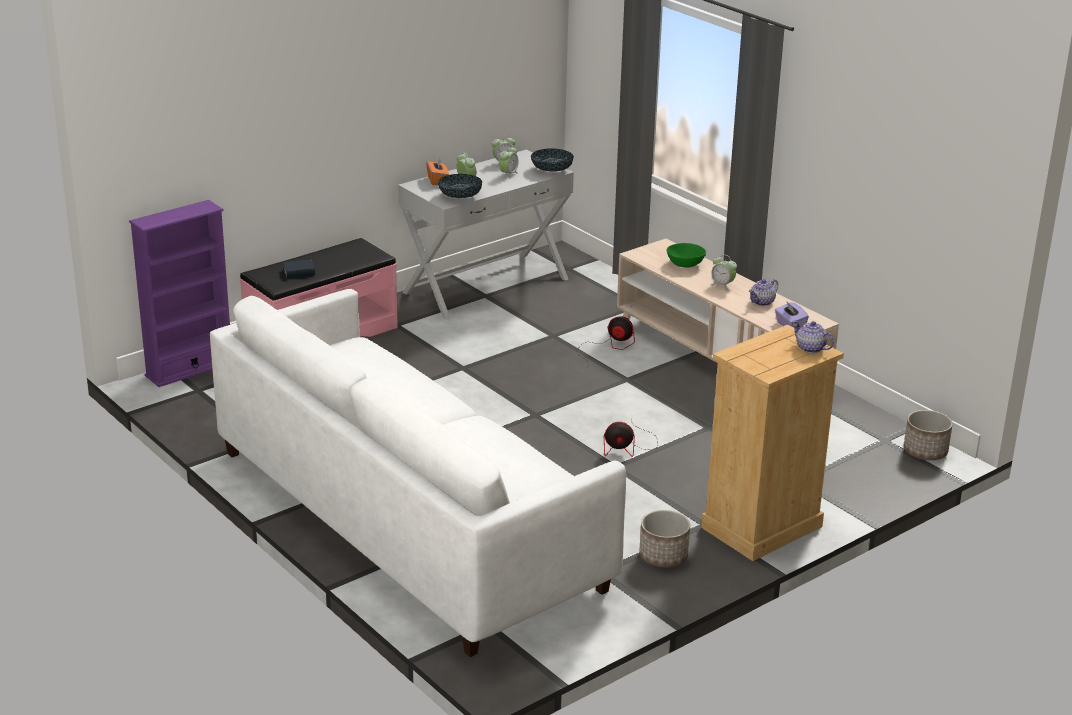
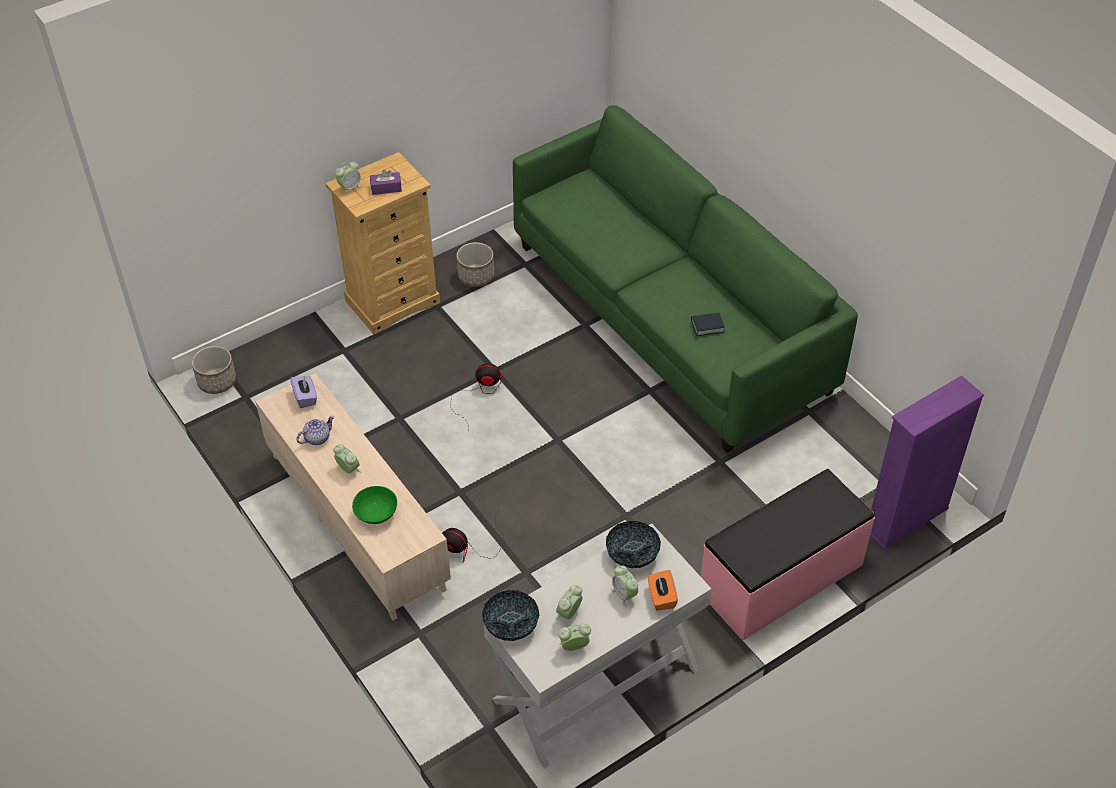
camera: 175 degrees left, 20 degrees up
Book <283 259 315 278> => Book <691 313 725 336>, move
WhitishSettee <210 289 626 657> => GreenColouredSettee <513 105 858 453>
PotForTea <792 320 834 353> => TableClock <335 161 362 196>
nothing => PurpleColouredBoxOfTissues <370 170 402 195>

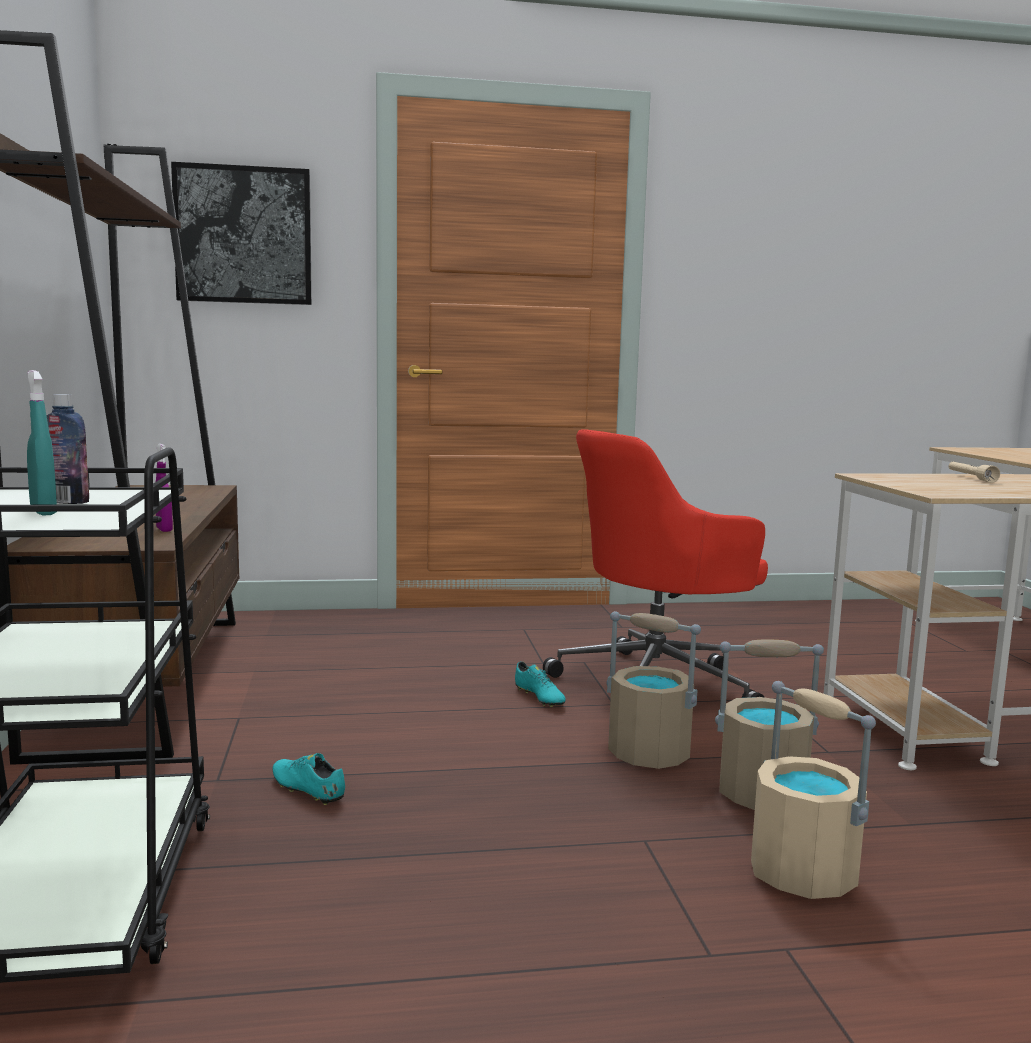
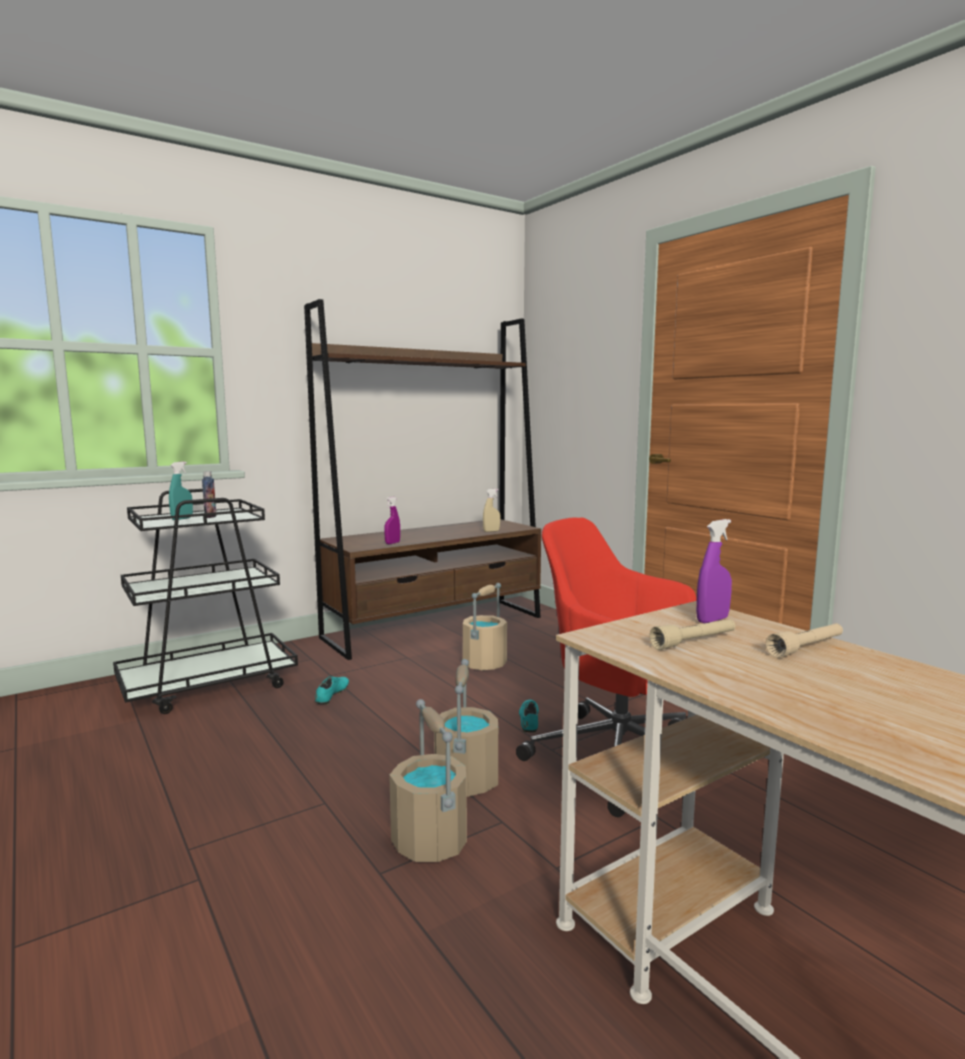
camera: 65 degrees right, 0 degrees up
WallPicture <171 162 312 305> => nothing
TurquoiseLowShoe <515 661 566 707> => TurquoiseLowShoe <519 700 539 733>, 150 degrees clockwise
BeigePail <751 681 876 899> => BeigePail <463 583 507 670>, move
nothing => BeigeSprayBottle <483 489 501 532>
nothing => PurpleColouredSprayBottle <696 519 732 623>
nothing => BeigeTorch <650 619 735 650>

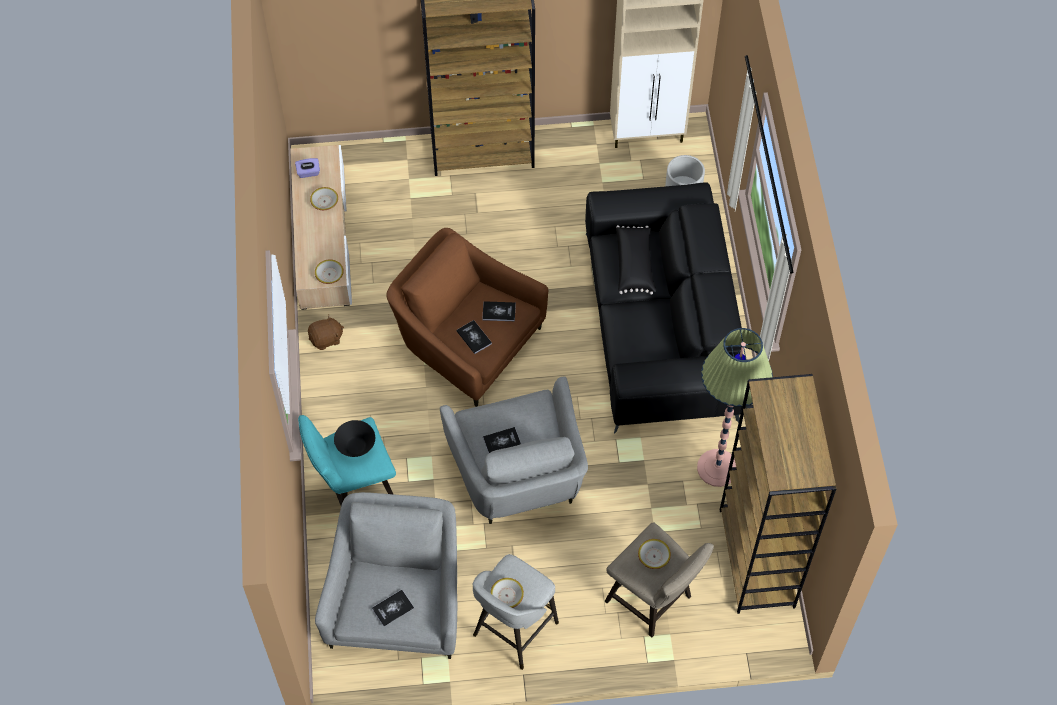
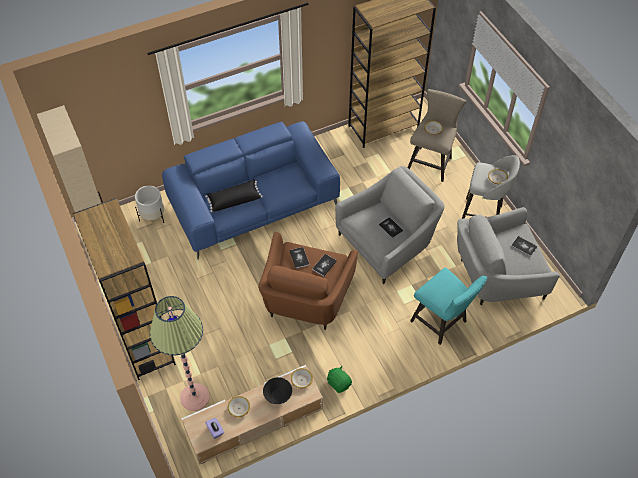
camera: 110 degrees left, 5 degrees down
BlackColouredSettee <585 182 742 434> => BlueSettee <162 121 340 259>
BrownishCuddlyToy <308 315 344 350> => GreenColouredCuddlyToy <327 366 352 393>
FloorLamp <697 328 773 487> => FloorLamp <150 296 210 411>, move
BlackColouredBowl <334 420 375 457> => BlackColouredBowl <263 377 292 404>, move

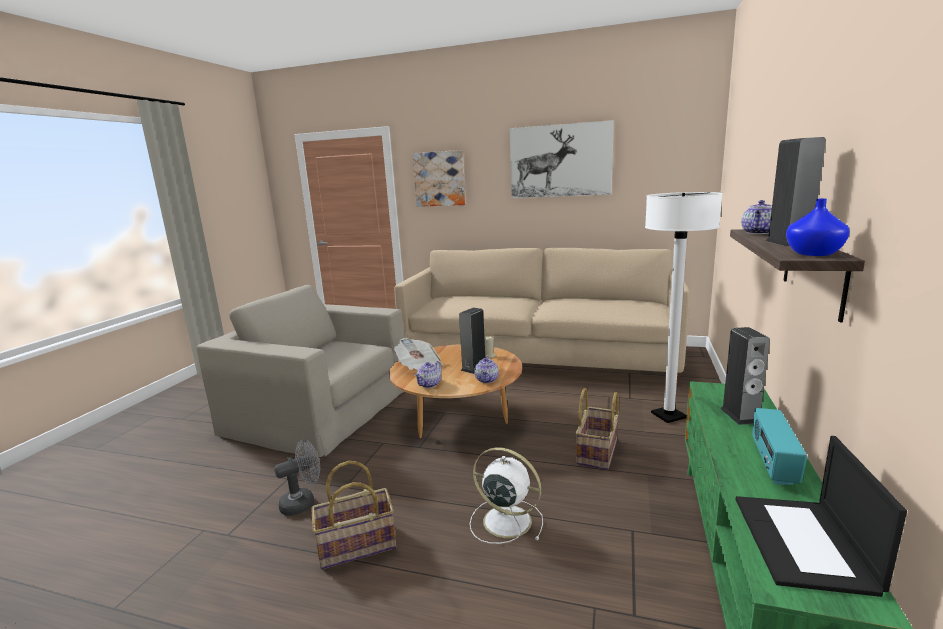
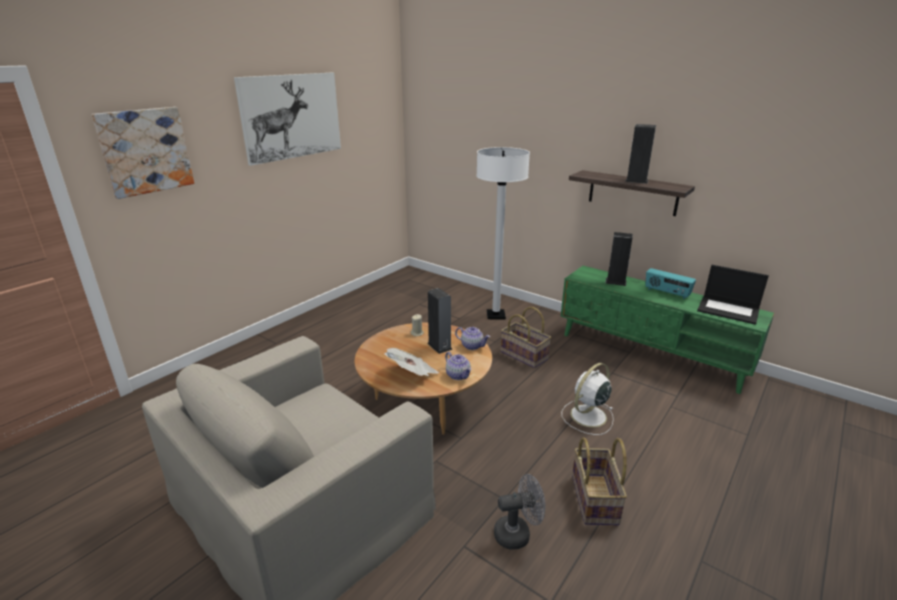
camera: 70 degrees left, 10 degrees up
BlueDecorativeVase <786 199 850 256> => nothing
PotForTea <741 200 772 234> => nothing
BeigeSettee <395 248 689 386> => nothing
GrayCoolingFan <274 440 320 516> => GrayCoolingFan <494 474 545 550>, 90 degrees clockwise

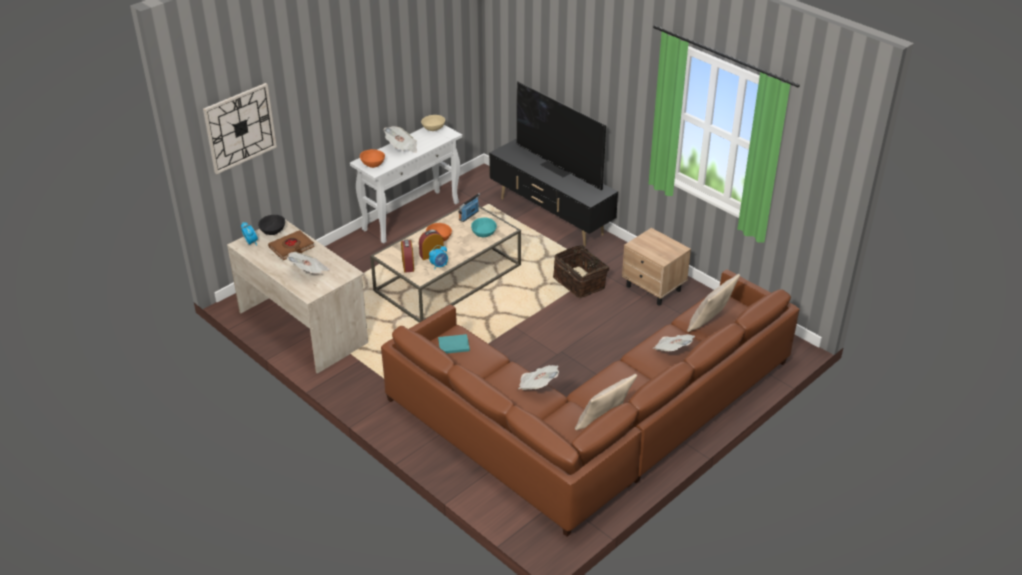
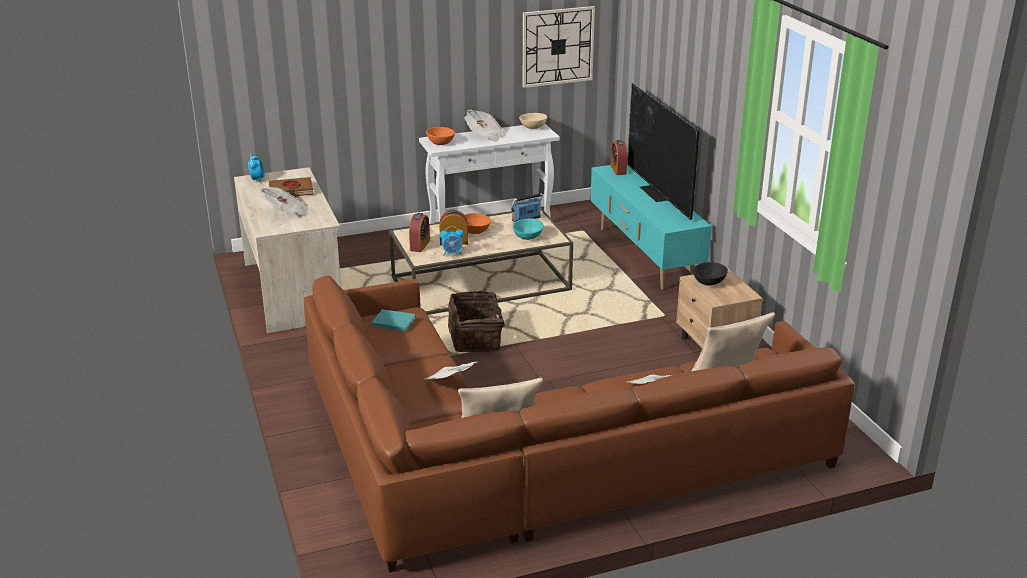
camera: 25 degrees right, 10 degrees down
ClockOnTheWall <203 83 277 174> => ClockOnTheWall <523 6 595 88>, move
BlackColouredMediaConsole <489 139 618 247> => TurquoiseMediaConsole <591 165 712 290>
BlackColouredBowl <258 215 285 235> => BlackColouredBowl <693 262 728 286>, move
HouseholdBasket <553 245 609 298> => HouseholdBasket <448 291 509 352>, move
nothing => TableClock <611 140 628 175>

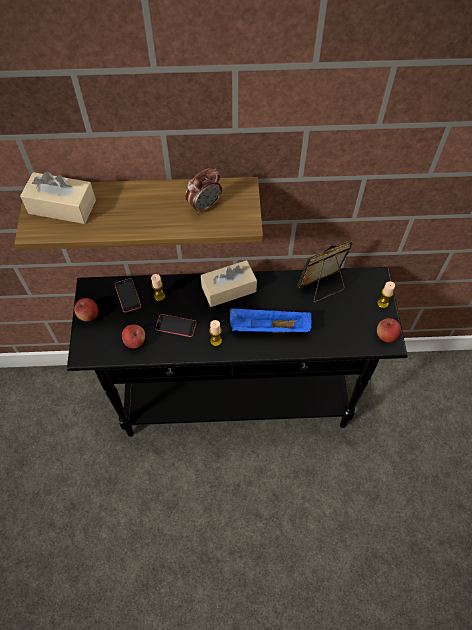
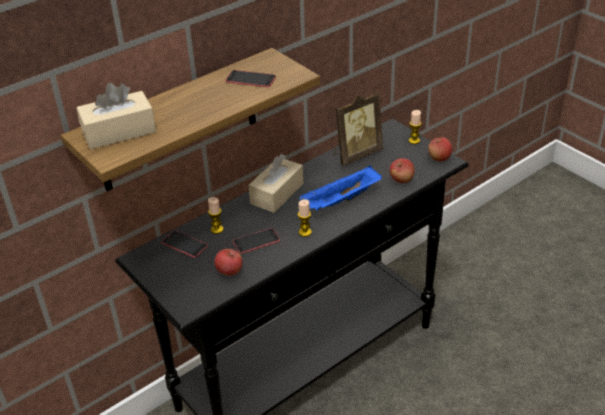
camera: 35 degrees left, 20 degrees down
TableClock <185 168 222 215> => Telephone <225 70 276 87>
PictureFrame <297 240 353 302> => PictureFrame <334 93 383 166>, 150 degrees counterclockwise
AppleFruit <74 298 98 322> => AppleFruit <389 158 415 183>, move

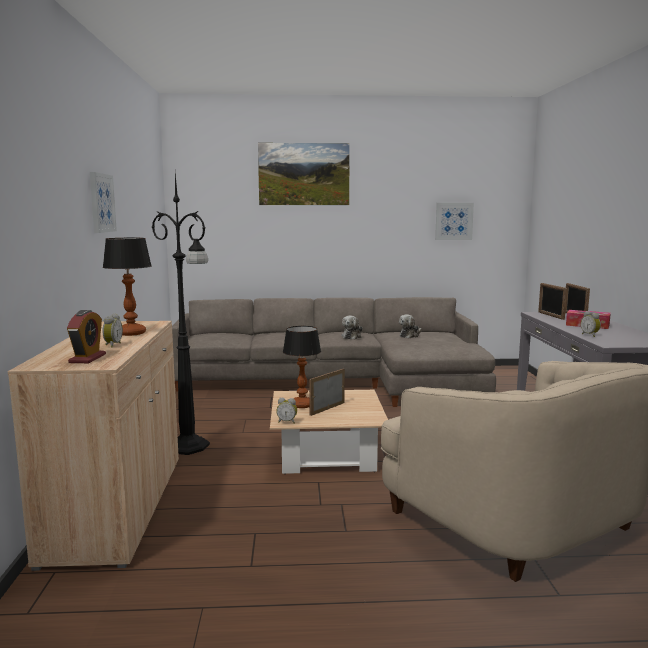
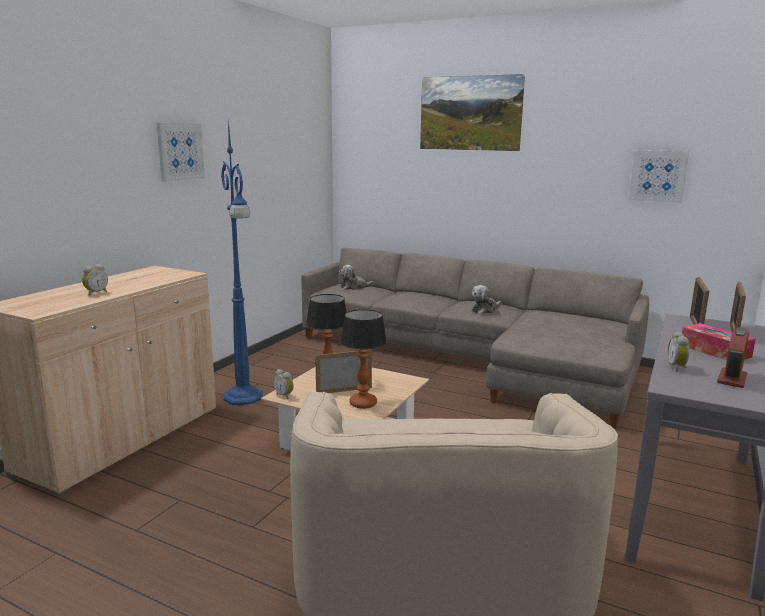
camera: 30 degrees right, 5 degrees up
BlackColouredFloorLamp <152 173 210 455> => BlueFloorLamp <221 120 263 405>
TableLamp <103 238 152 336> => TableLamp <340 309 387 409>, move
TableClock <67 310 106 363> => TableClock <717 327 749 388>, move
CuddlyToy <399 314 422 338> => CuddlyToy <339 265 374 290>, move

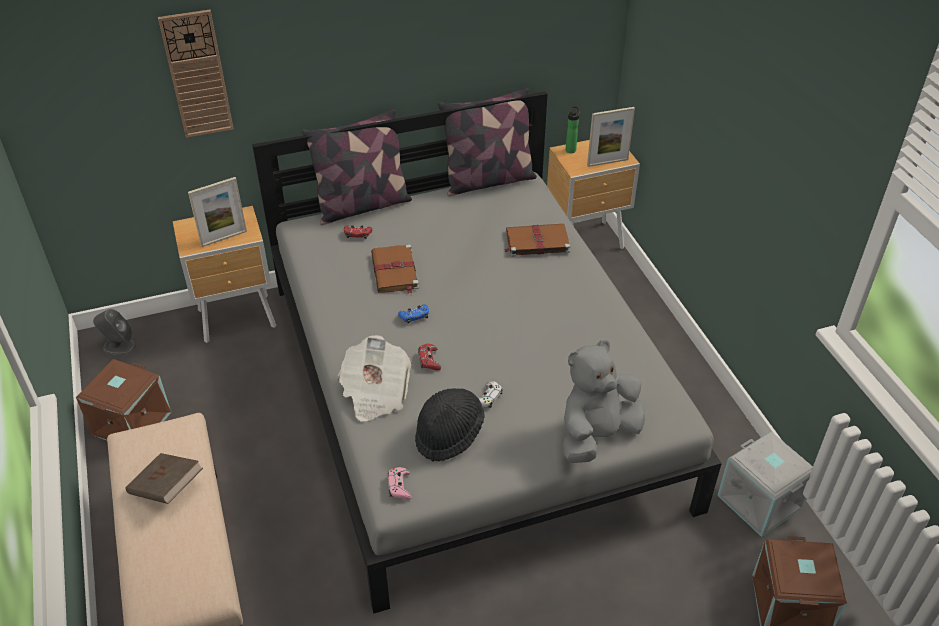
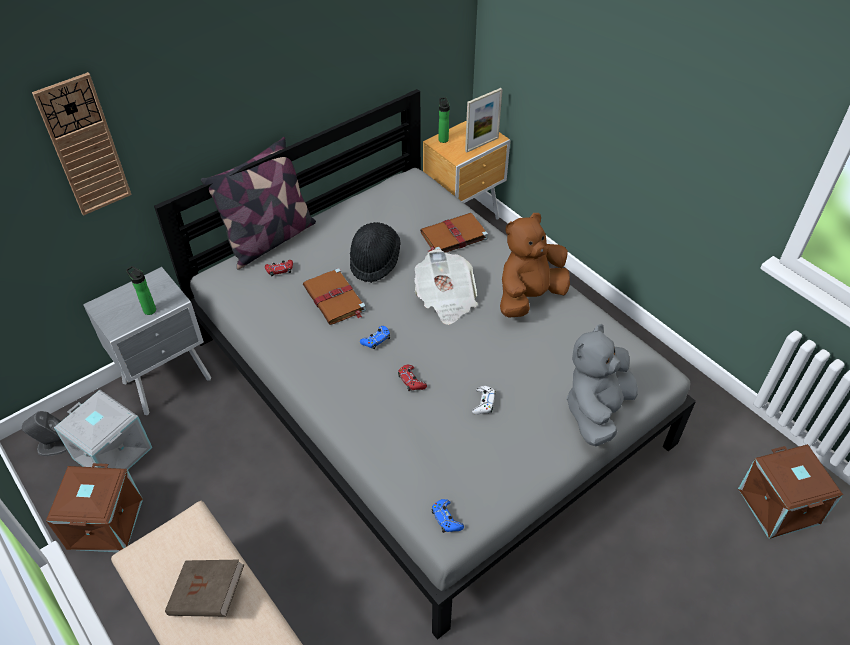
camera: 20 degrees left, 5 degrees up
Pillow <438 88 537 196> => nothing
PictureFrame <188 177 247 247> => BeverageBottle <126 266 156 315>
BrownishNightTable <173 206 276 343> => GrayNightTable <83 267 211 415>
Newspaper <338 335 411 422> => Newspaper <414 249 478 325>, move
BlackColouredHat <415 388 485 462> => BlackColouredHat <350 222 401 283>, move
GrayStorageBin <717 431 813 537> => GrayStorageBin <54 390 152 470>, move
PinkColouredGamepad <388 467 412 500> => BlueGamepad <432 499 464 533>
nothing => BrownishCuddlyToy <500 213 570 318>

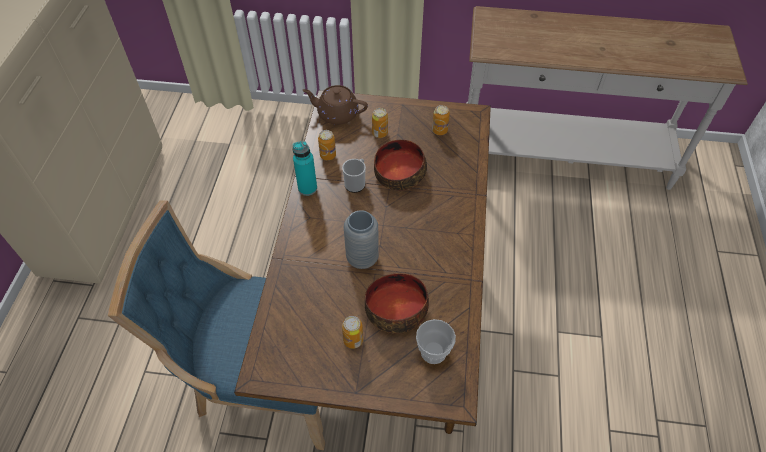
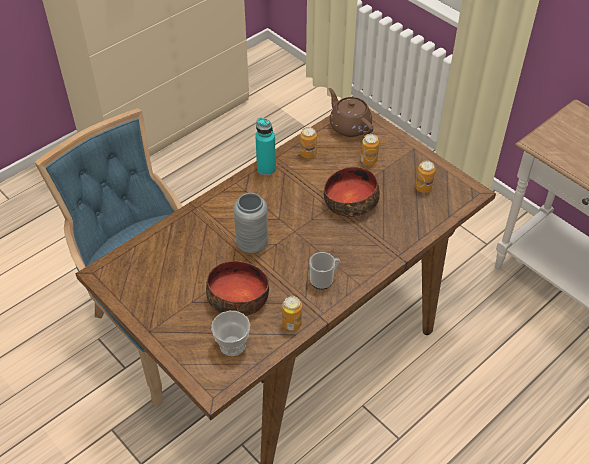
camera: 40 degrees right, 5 degrees down
TeaMug <342 159 366 193> => TeaMug <309 252 340 289>, move
Can <342 316 363 349> => Can <282 296 302 331>, move

